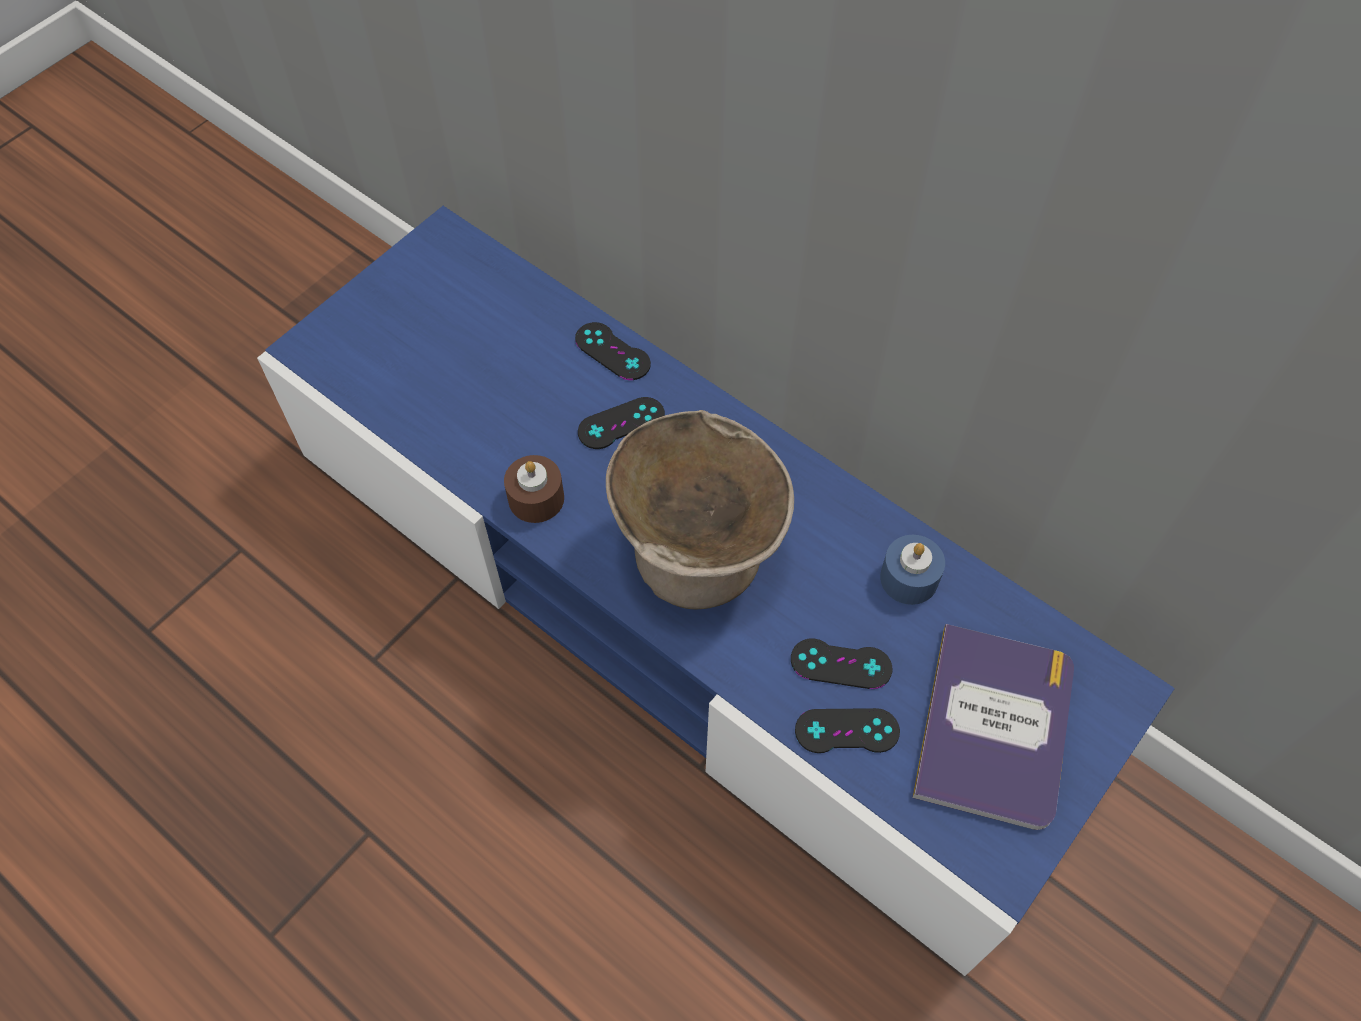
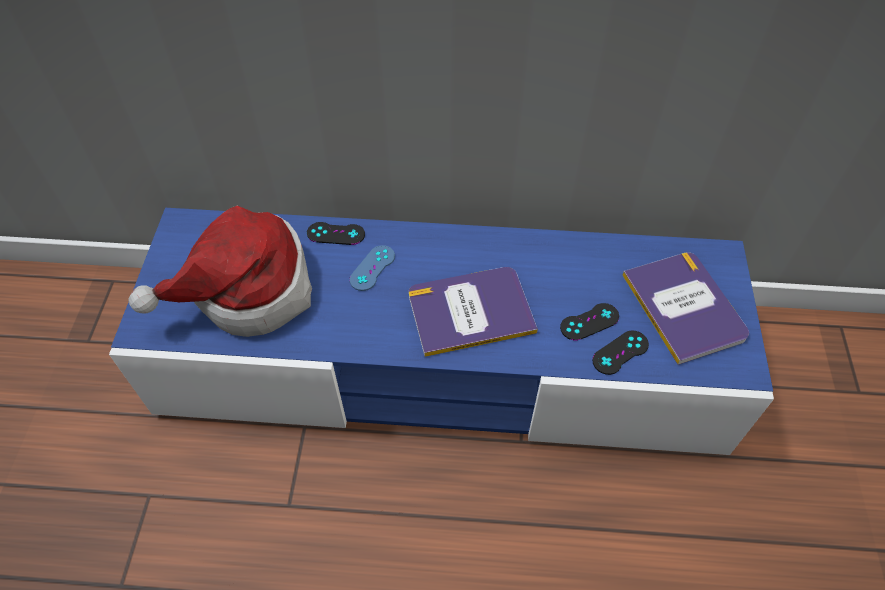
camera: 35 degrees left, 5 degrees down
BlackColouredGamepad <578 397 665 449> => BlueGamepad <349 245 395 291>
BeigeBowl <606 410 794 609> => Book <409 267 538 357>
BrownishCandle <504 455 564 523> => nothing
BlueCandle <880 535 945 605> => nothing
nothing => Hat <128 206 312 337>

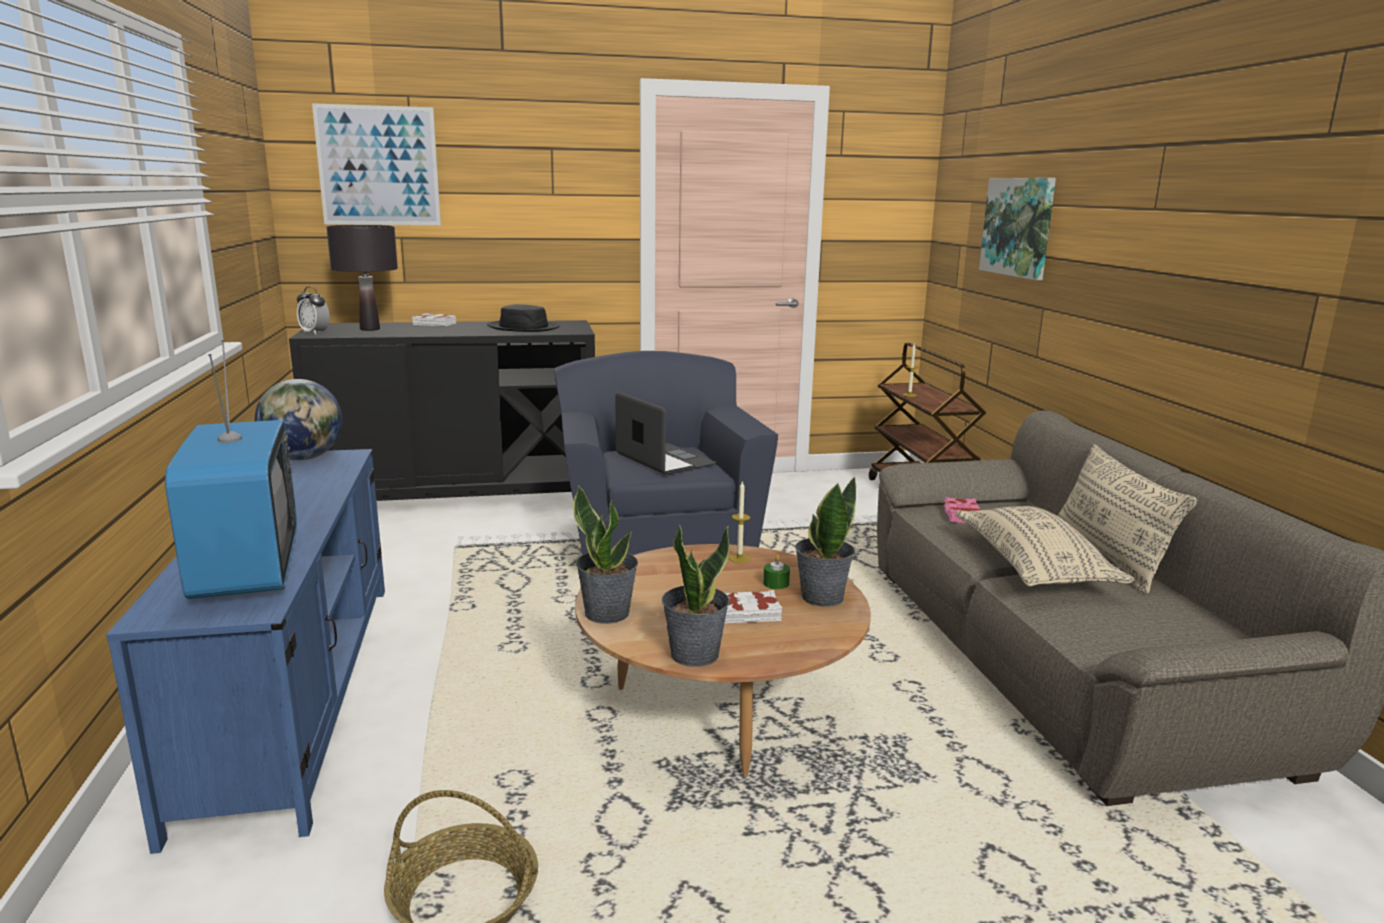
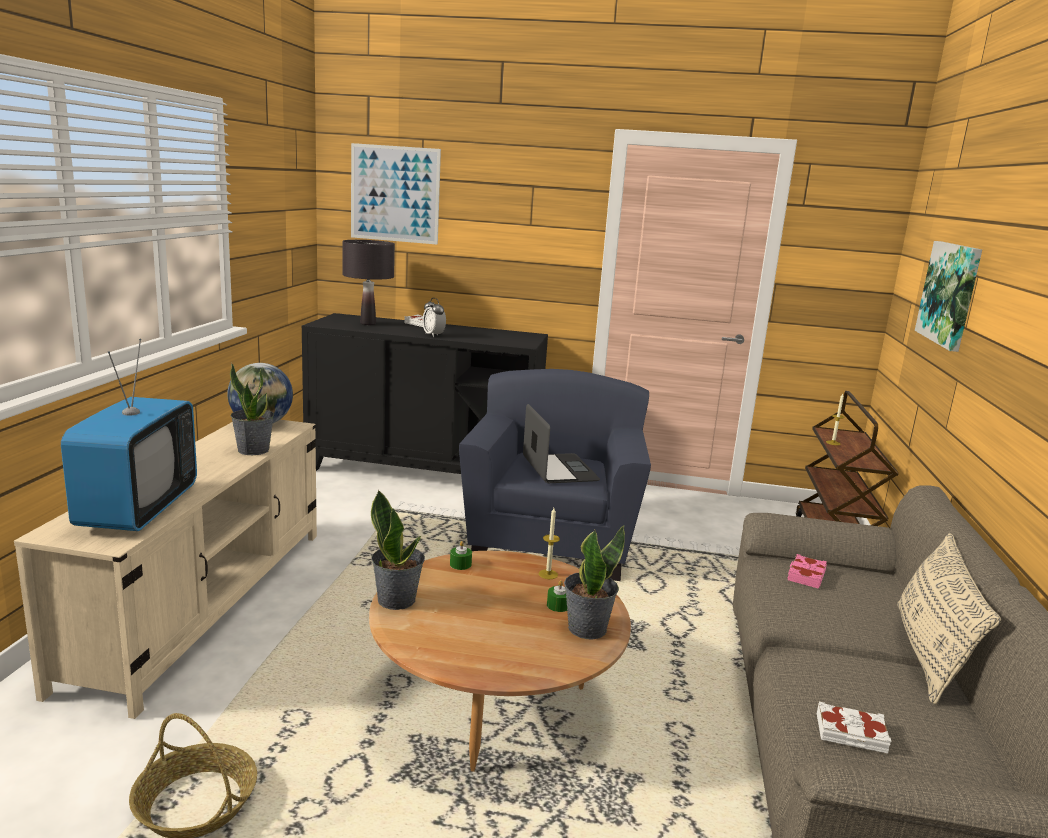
camera: 20 degrees right, 0 degrees up
TableClock <297 287 330 335> => TableClock <422 298 446 337>, move
BlackColouredHat <487 304 560 332> => nothing
BlueMediaConsole <106 449 385 854> => BeigeMediaConsole <14 420 317 719>
BeigePillow <955 506 1134 587> => nothing
Houseplant <662 525 729 667> => Houseplant <230 363 274 455>, move
WhitishBook <724 590 782 623> => WhitishBook <817 702 892 754>, move
nothing => GreenColouredCandle <450 541 472 570>

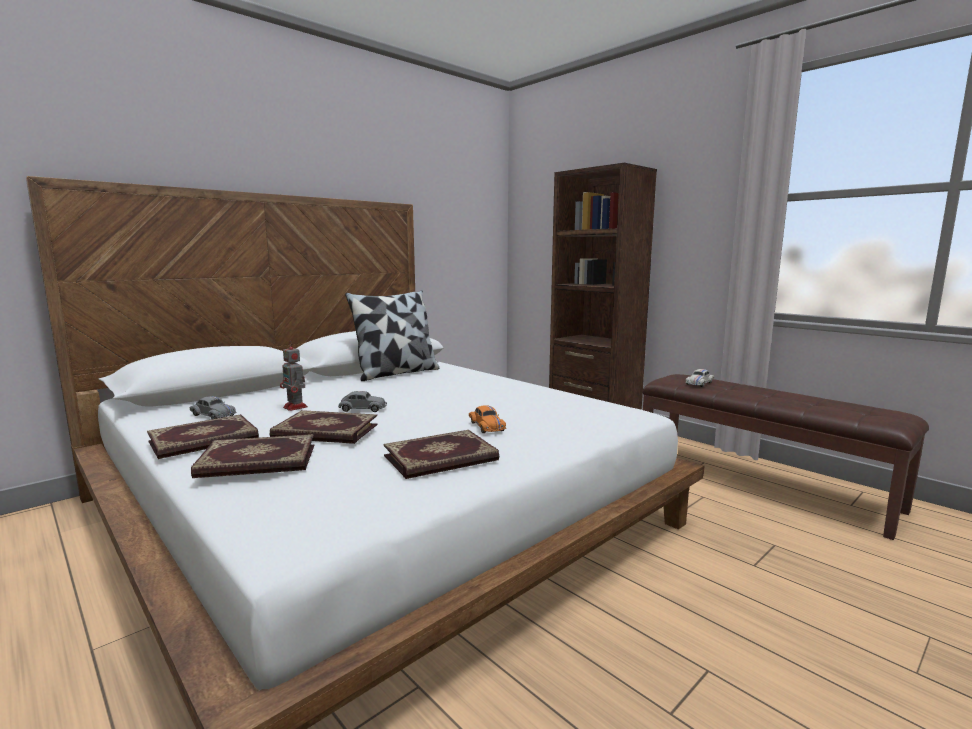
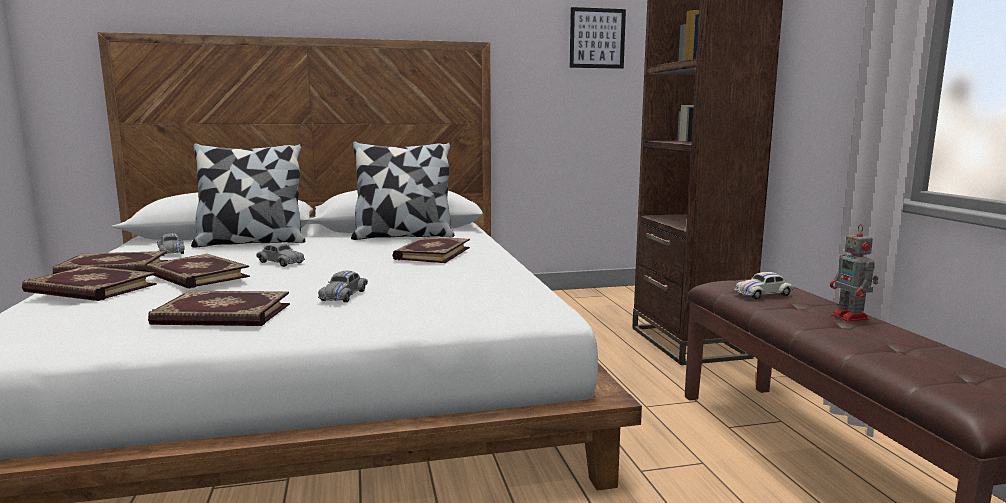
camera: 30 degrees right, 0 degrees up
RobotFigure <280 343 308 411> => RobotFigure <830 224 878 322>, move
OrangeyMiniatureCar <469 405 506 433> => GrayMiniatureCar <318 271 368 302>
nothing => WallPicture <570 7 626 69>
nothing => Pillow <191 143 305 248>
nothing => Book <392 237 470 263>

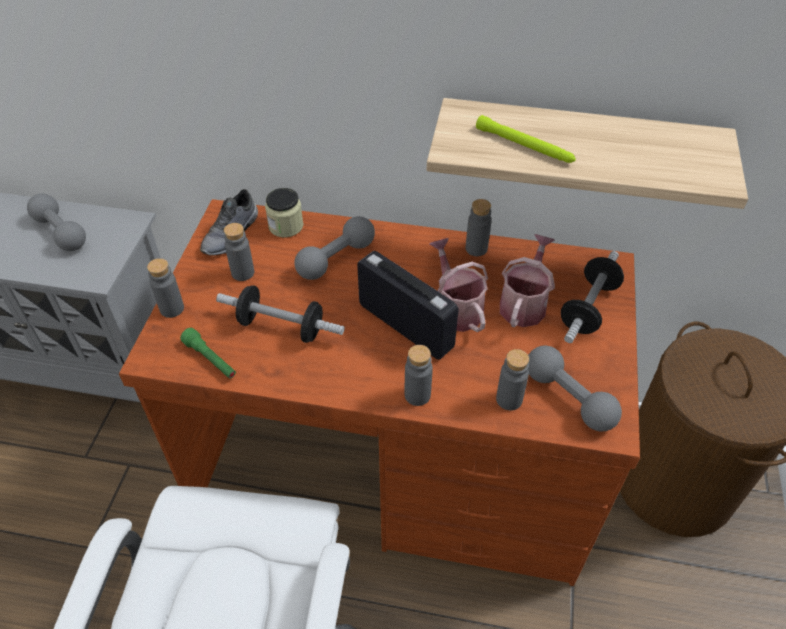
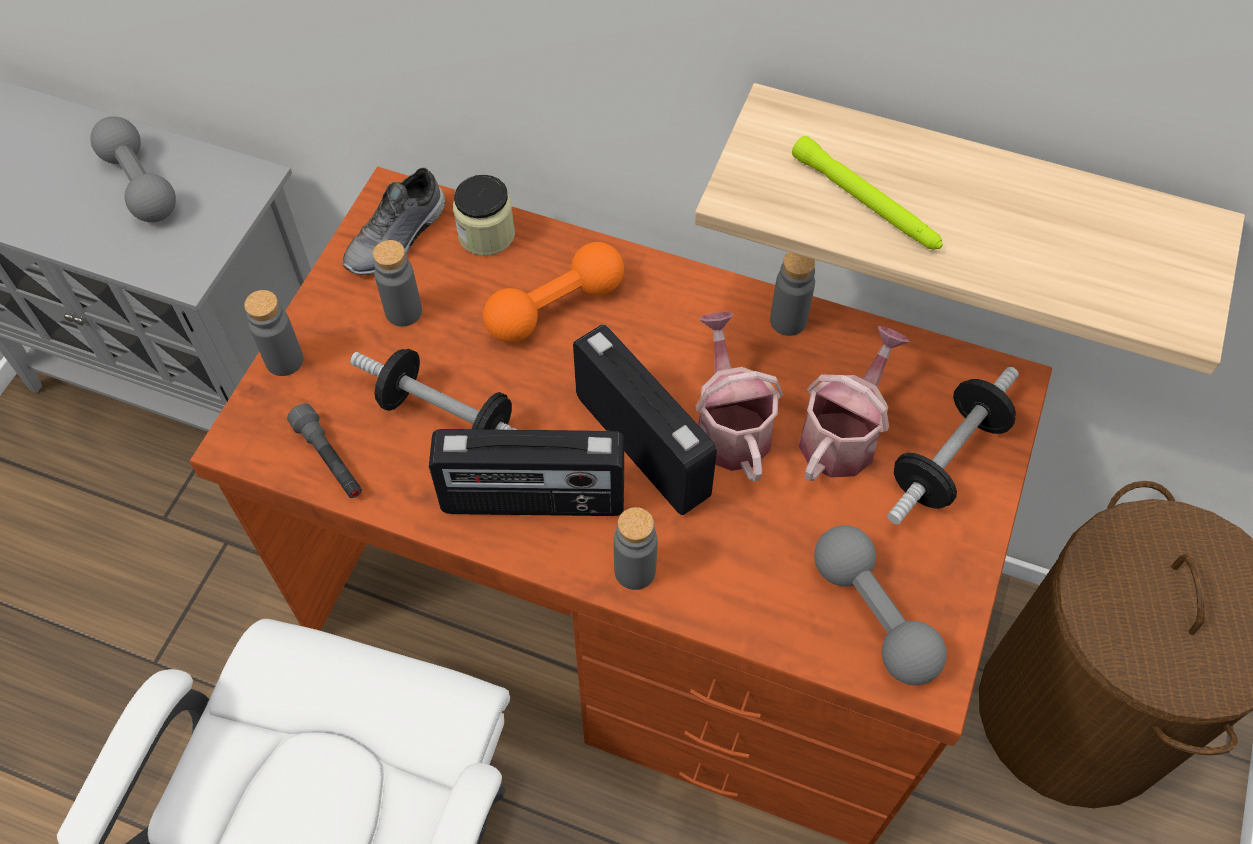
camera: 10 degrees right, 10 degrees up
GrayHandWeight <294 216 375 280> => OrangeyHandWeight <483 242 624 343>
GreenColouredTorch <180 328 236 378> => GrayTorch <287 404 362 498>
GrayBeverageBottle <496 349 529 410> => nothing
nothing => RadioSet <429 429 624 516>

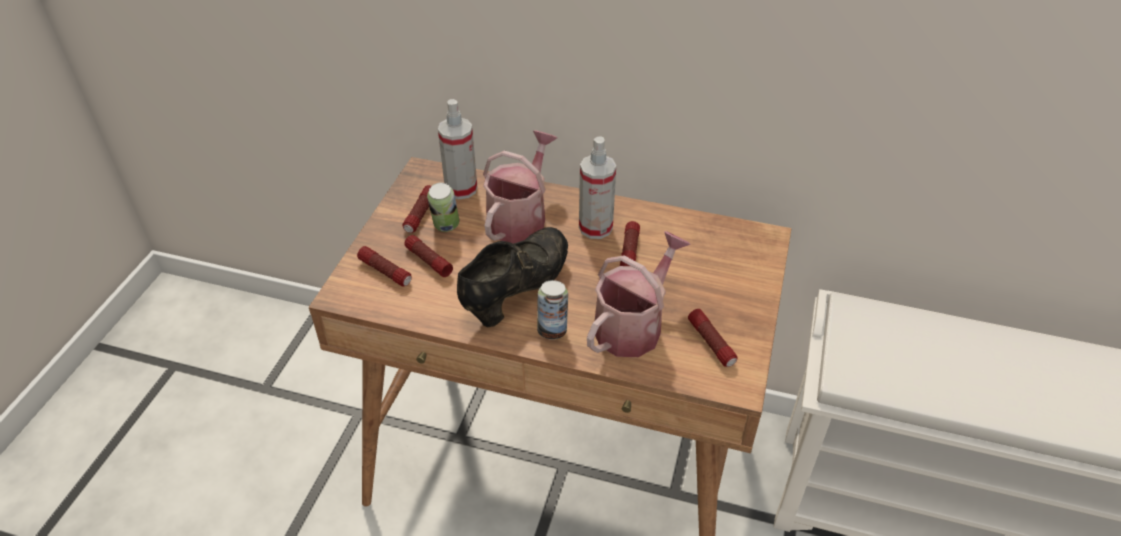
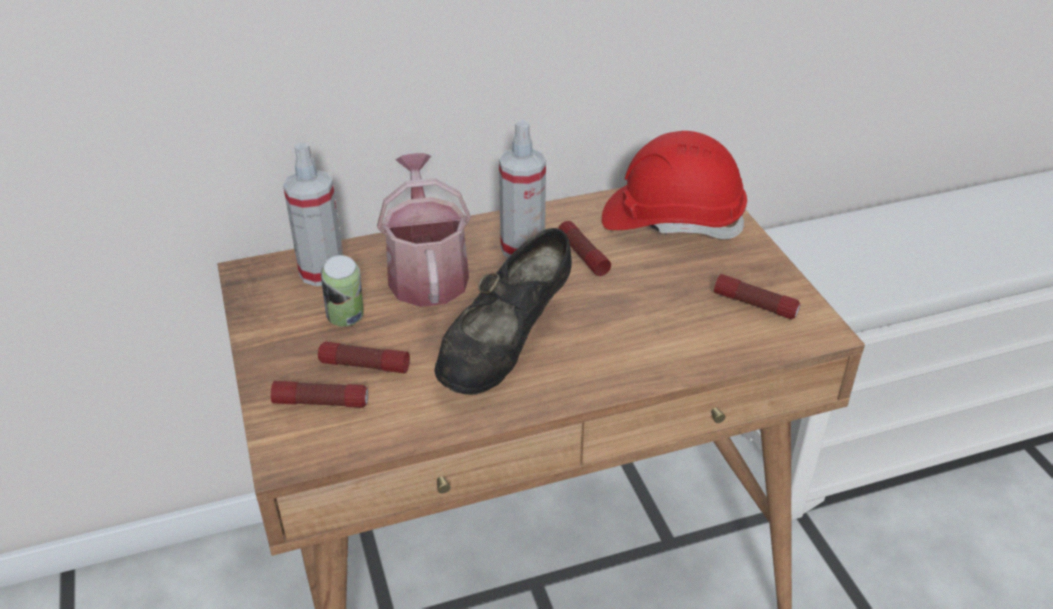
camera: 35 degrees left, 5 degrees down
Torch <402 185 431 233> => nothing
BlackColouredLowShoe <457 227 568 327> => BlackColouredLowShoe <434 228 572 395>, 150 degrees counterclockwise
WateringCan <587 231 691 357> => nothing
Can <537 280 568 339> => nothing
nothing => RedColouredSafetyHelmet <602 131 747 239>

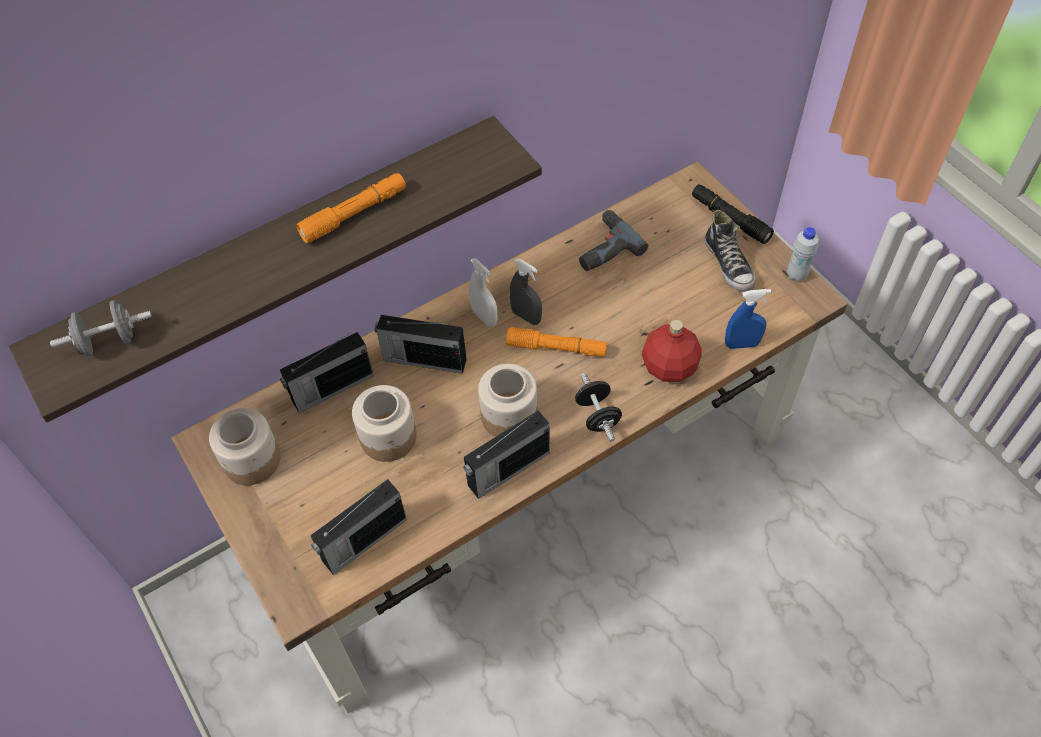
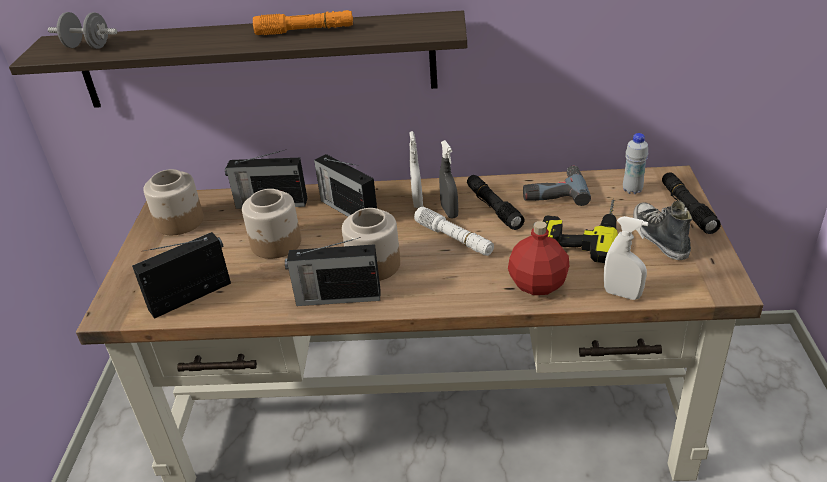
camera: 35 degrees right, 20 degrees down
LowShoe <705 210 756 292> => LowShoe <633 200 692 260>, 150 degrees clockwise
WhitishBeverageBottle <787 227 819 282> => WhitishBeverageBottle <623 133 648 194>, move
BlueSprayBottle <725 289 771 349> => WhitishSprayBottle <604 216 648 300>
OrangeyTorch <506 327 607 357> => WhitishTorch <414 207 494 256>
BlackColouredHandWeight <575 373 622 441> => nothing
RadioSet <310 479 407 575> => RadioSet <132 232 231 319>, 150 degrees clockwise
nothing => BlackColouredTorch <467 175 525 230>
nothing => ElectricDrill <543 199 618 263>

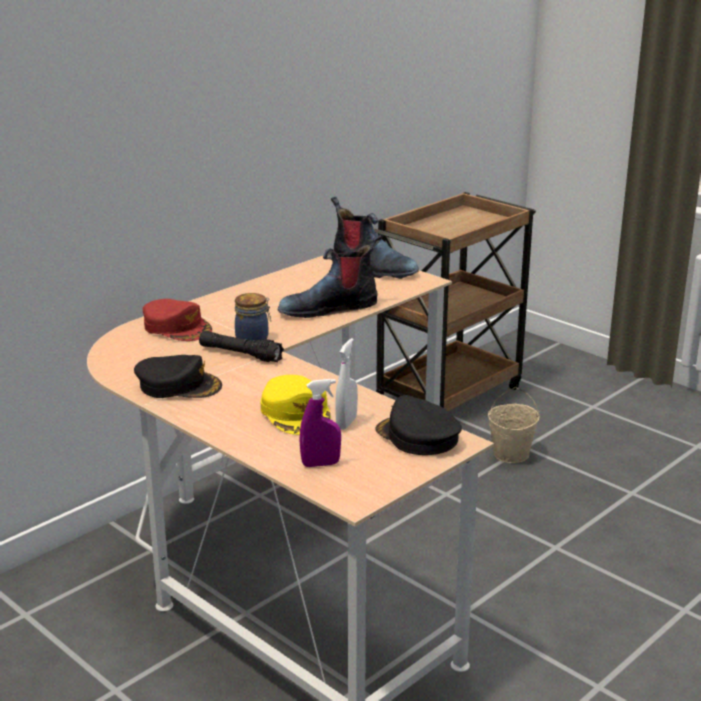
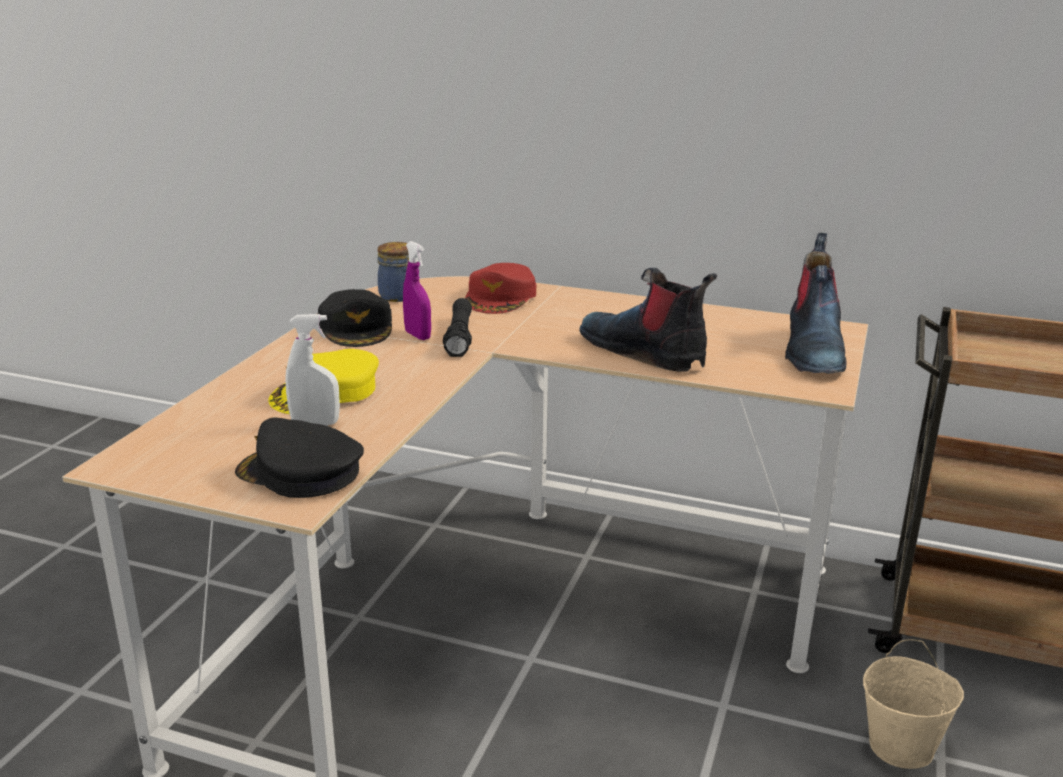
camera: 65 degrees right, 0 degrees up
StorageJar <235 293 271 341> => StorageJar <377 242 409 302>, move
PurpleColouredSprayBottle <299 379 341 467> => PurpleColouredSprayBottle <403 241 431 340>, move
BlackColouredBaseballCap <375 395 462 455> => BlackColouredBaseballCap <235 417 364 498>, 90 degrees counterclockwise

